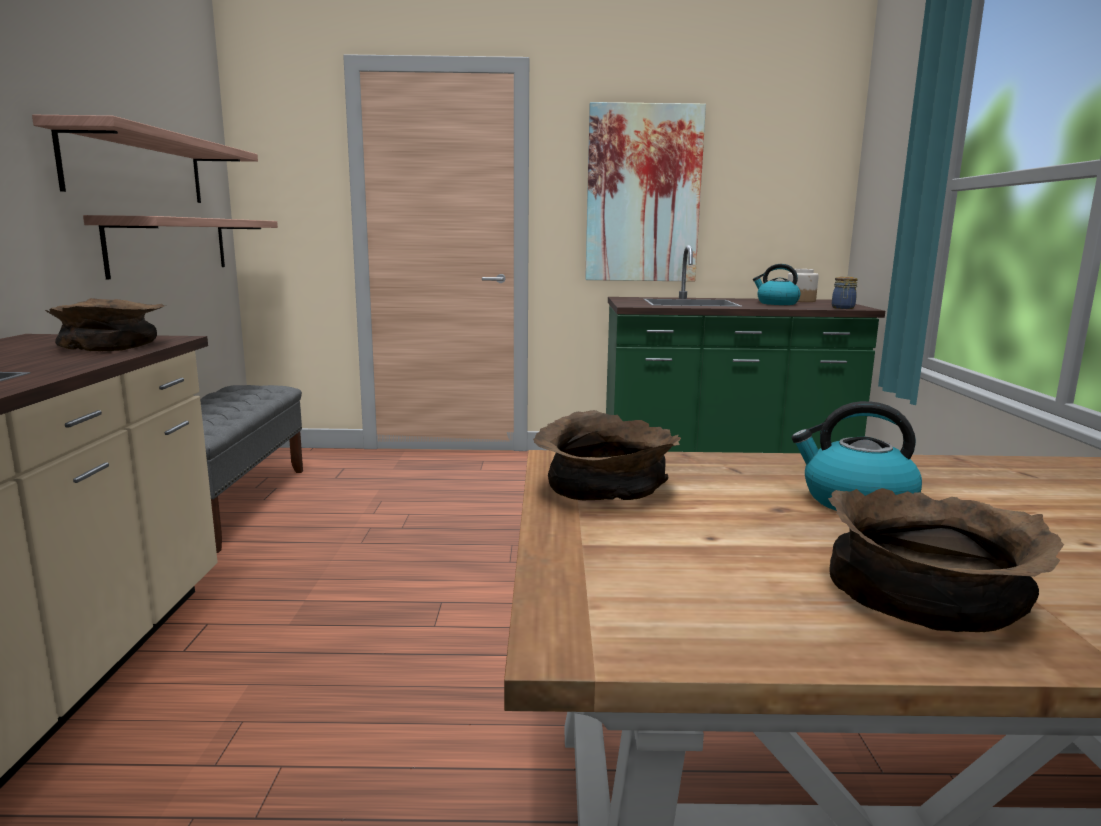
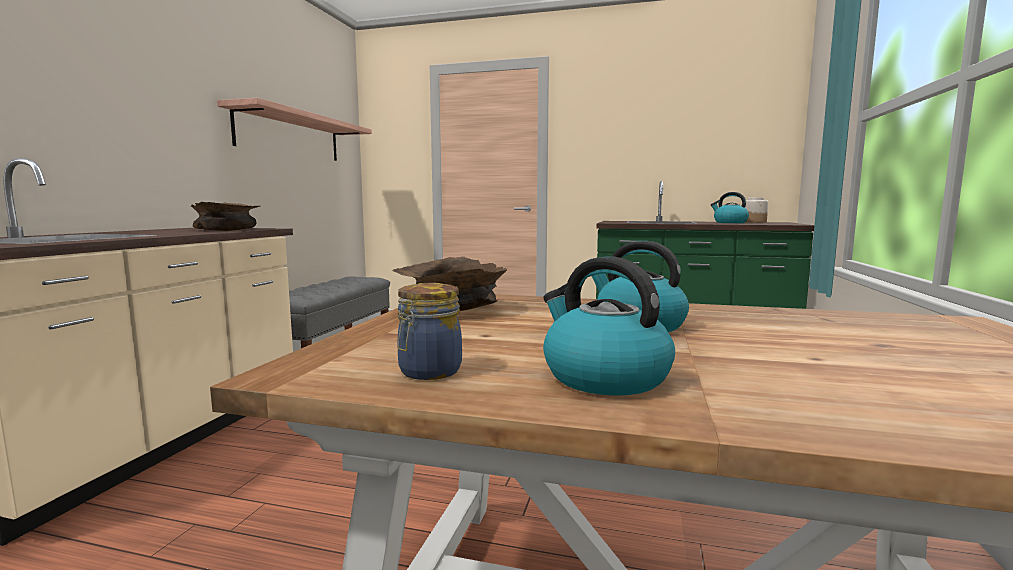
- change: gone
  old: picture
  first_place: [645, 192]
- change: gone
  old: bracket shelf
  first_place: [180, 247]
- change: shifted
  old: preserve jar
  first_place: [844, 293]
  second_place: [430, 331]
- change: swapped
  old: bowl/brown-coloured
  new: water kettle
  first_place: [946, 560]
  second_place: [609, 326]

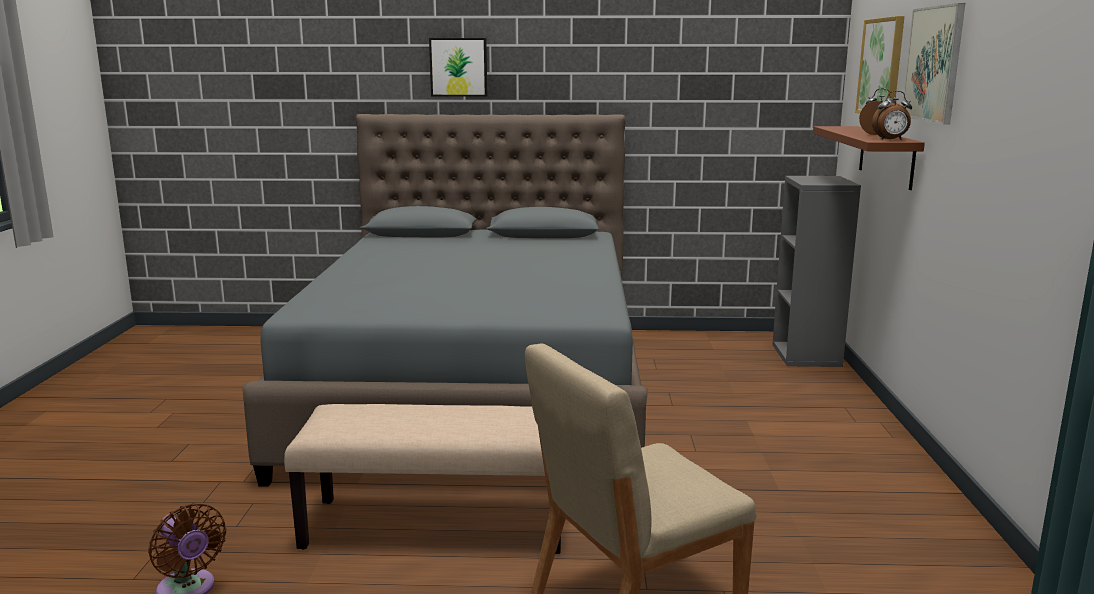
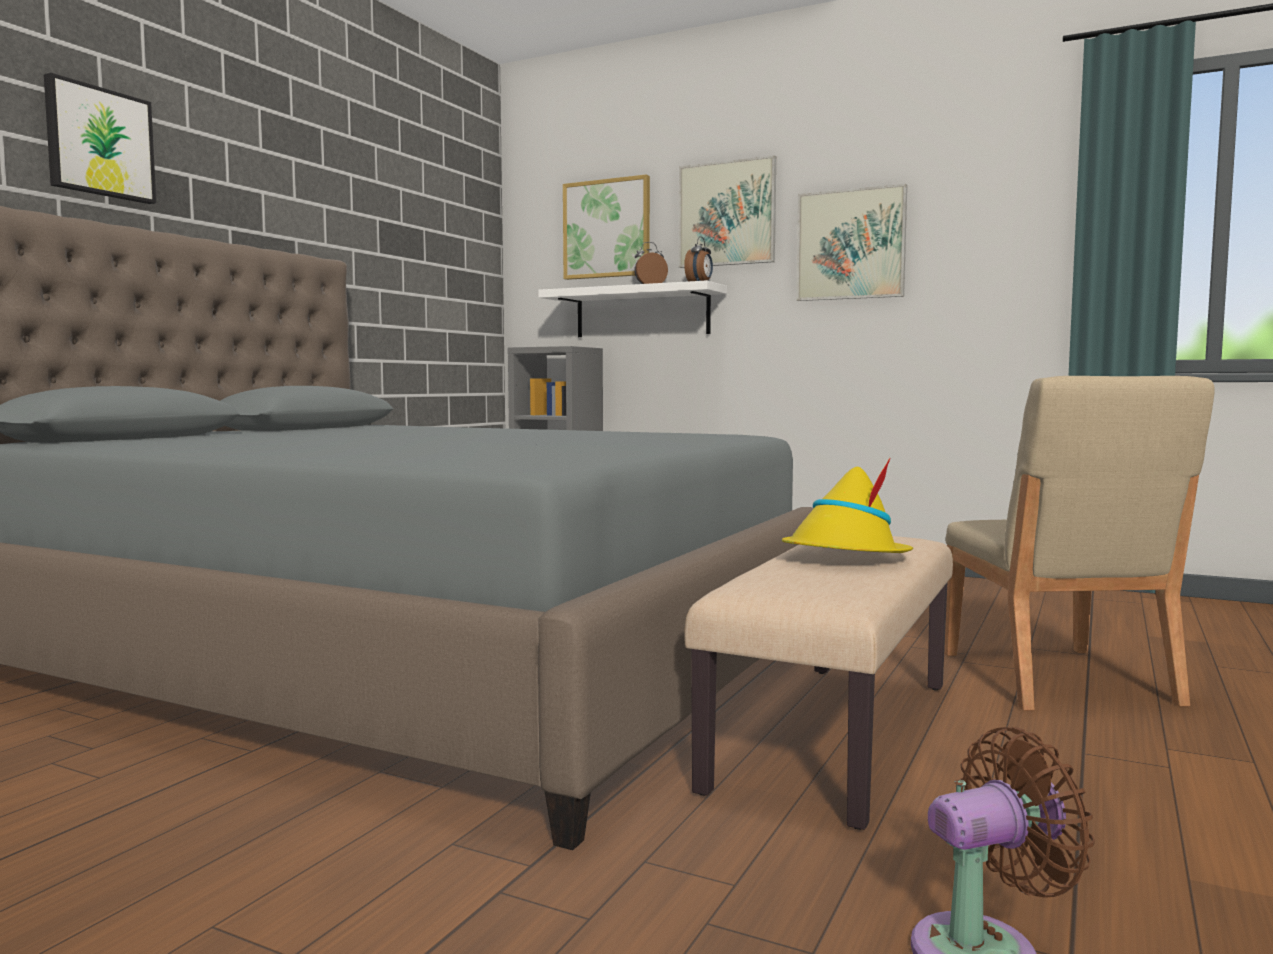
- change: repainted
  old: bracket shelf/brown-coloured
  new: bracket shelf/white-coloured
  first_place: [869, 158]
  second_place: [632, 308]
- change: new
  new: picture
  second_place: [851, 242]
- change: new
  new: hat/yellow-coloured
  second_place: [847, 505]

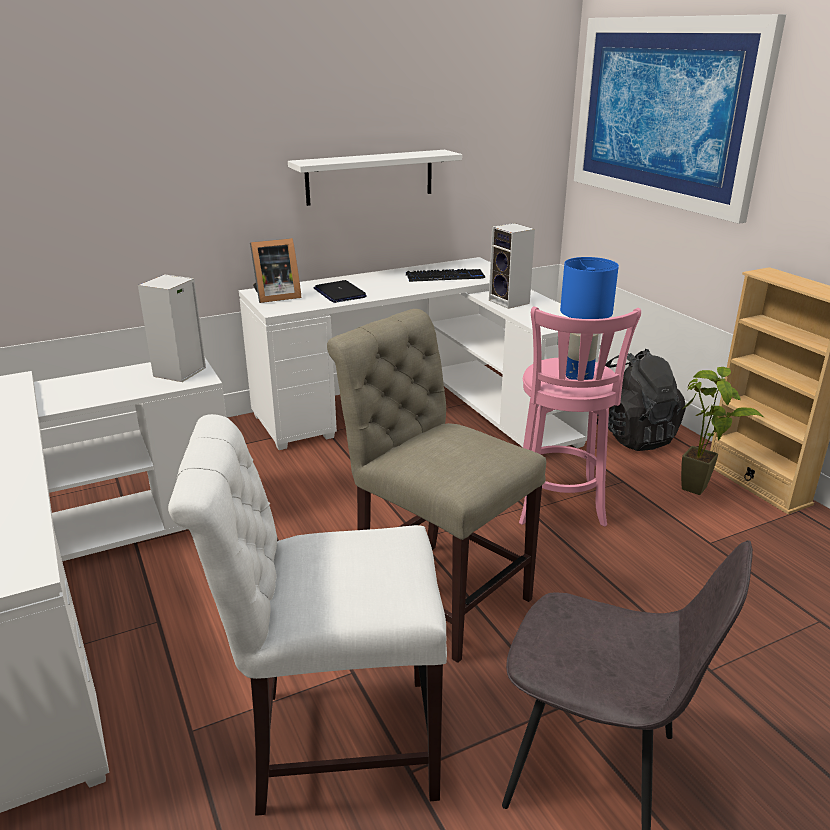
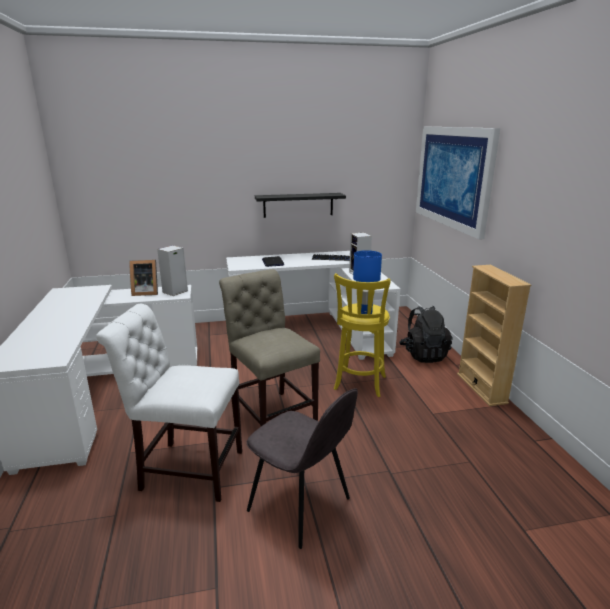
- change: repainted
  old: bracket shelf/white-coloured
  new: bracket shelf/black-coloured
  first_place: [375, 178]
  second_place: [300, 205]
- change: shifted
  old: photo frame
  first_place: [275, 270]
  second_place: [143, 278]
- change: repainted
  old: sitting stool/pinkish
  new: sitting stool/yellow-coloured
  first_place: [580, 416]
  second_place: [362, 335]
- change: gone
  old: plant in a pot
  first_place: [722, 431]

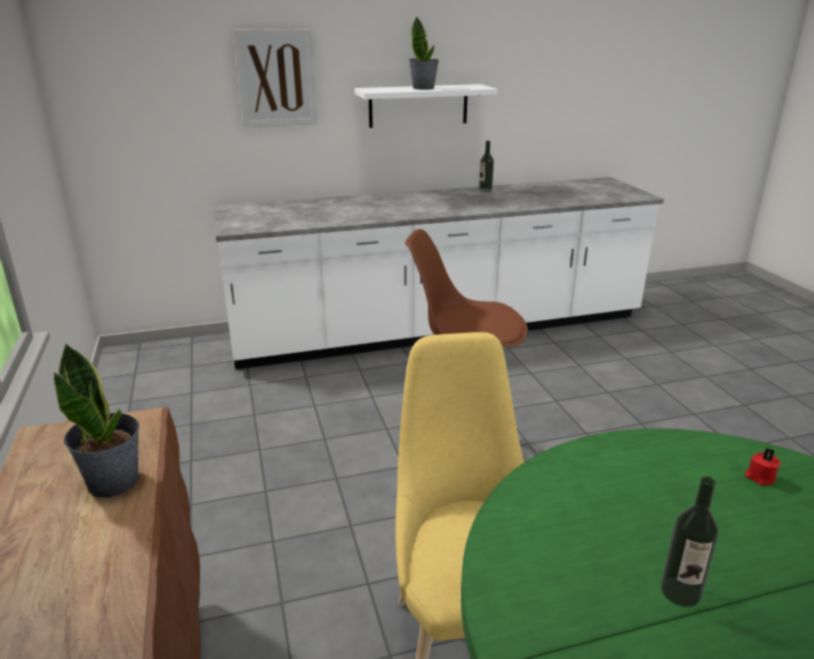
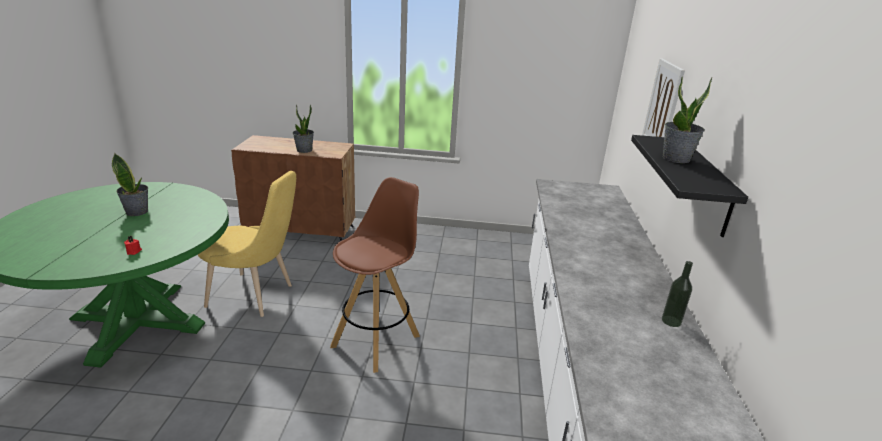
- change: repainted
  old: bracket shelf/white-coloured
  new: bracket shelf/black-coloured
  first_place: [426, 106]
  second_place: [689, 186]
- change: swapped
  old: drink bottle
  new: plant in a pot
  first_place: [689, 541]
  second_place: [130, 184]

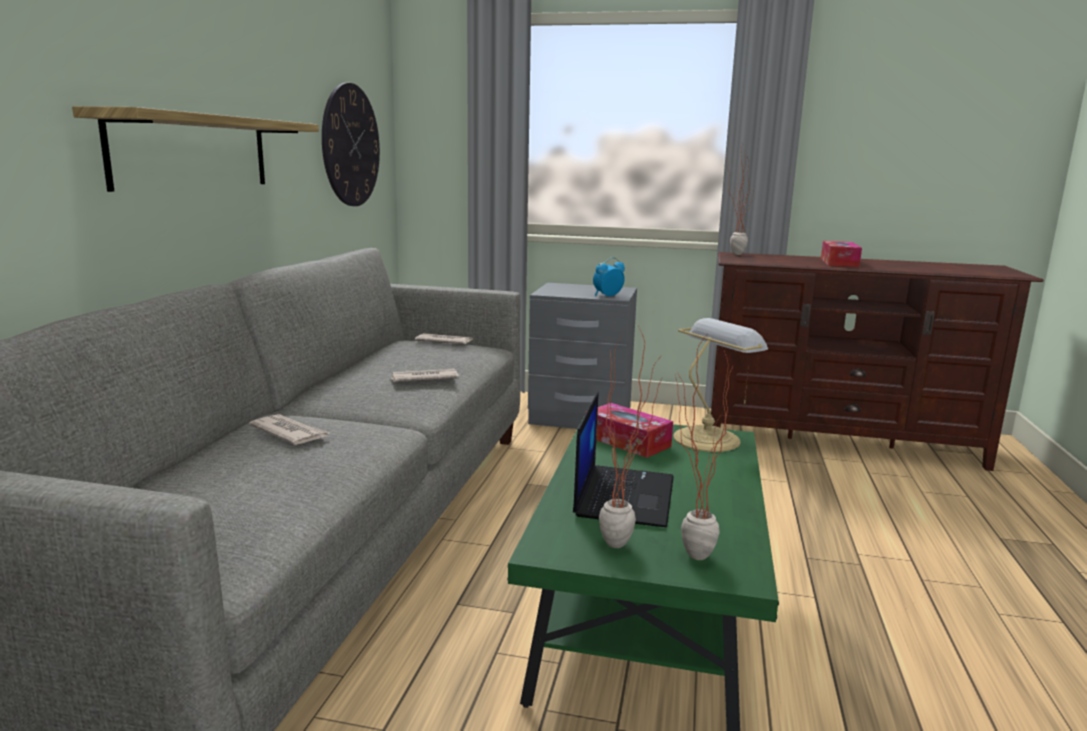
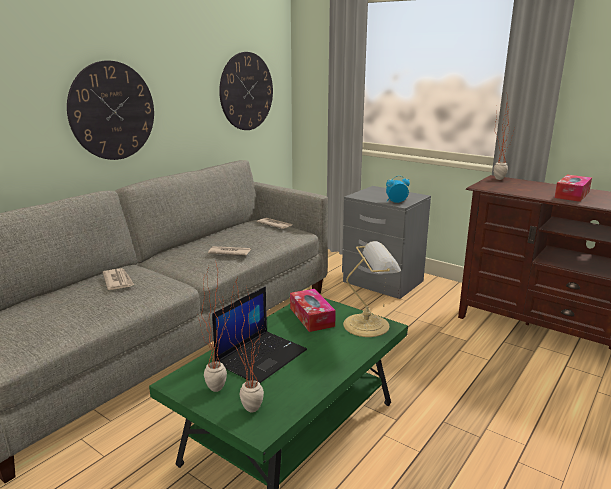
- change: swapped
  old: bracket shelf
  new: clock on the wall
  first_place: [195, 149]
  second_place: [110, 110]

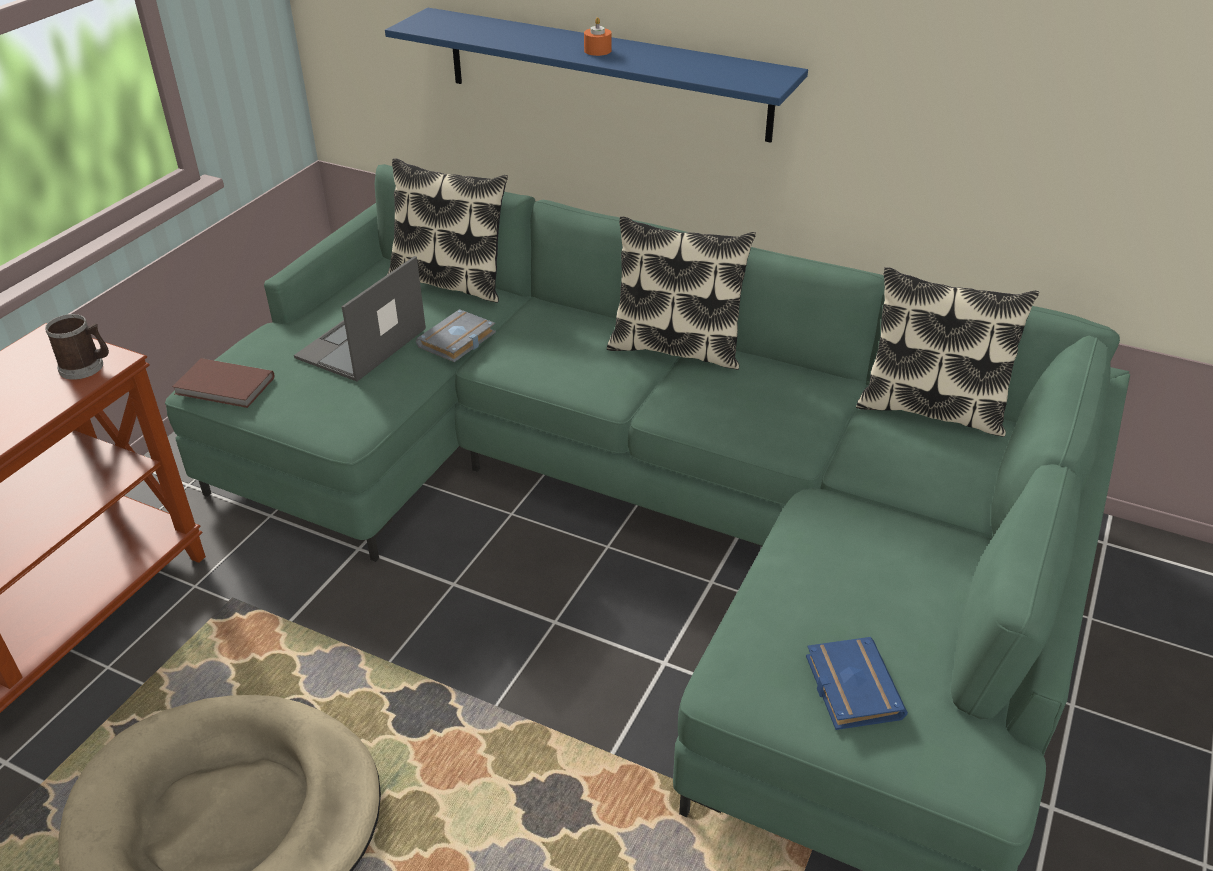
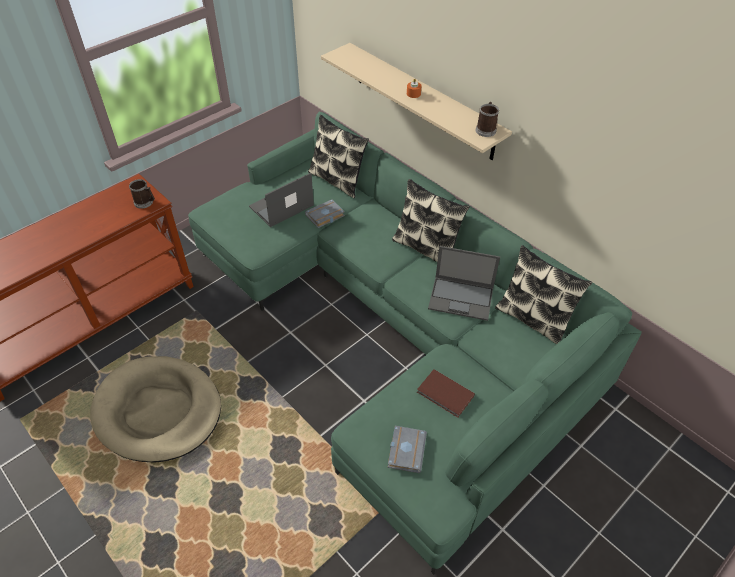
- change: repainted
  old: bracket shelf/bluish
  new: bracket shelf/beige
  first_place: [596, 75]
  second_place: [416, 101]
- change: shifted
  old: bound book/brown-coloured
  first_place: [223, 383]
  second_place: [446, 393]
- change: repainted
  old: bound book/bluish
  new: bound book/gray
  first_place: [857, 683]
  second_place: [407, 449]
- change: new
  new: mug
  second_place: [487, 119]
- change: new
  new: laptop
  second_place: [464, 283]

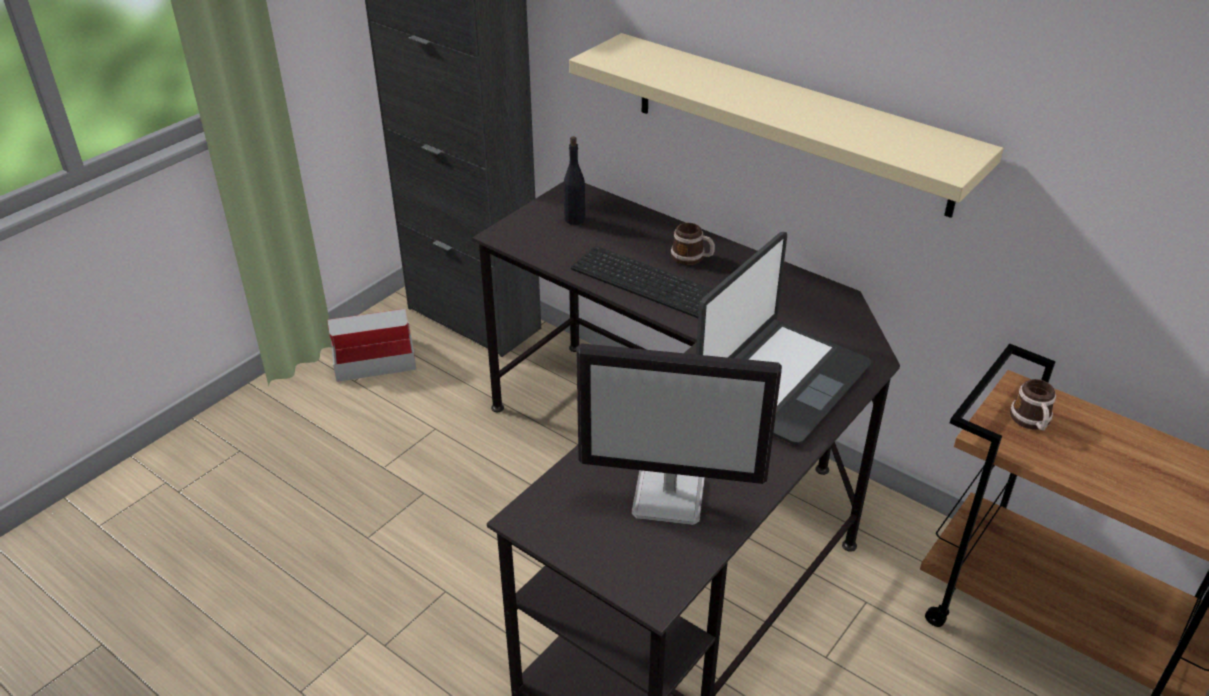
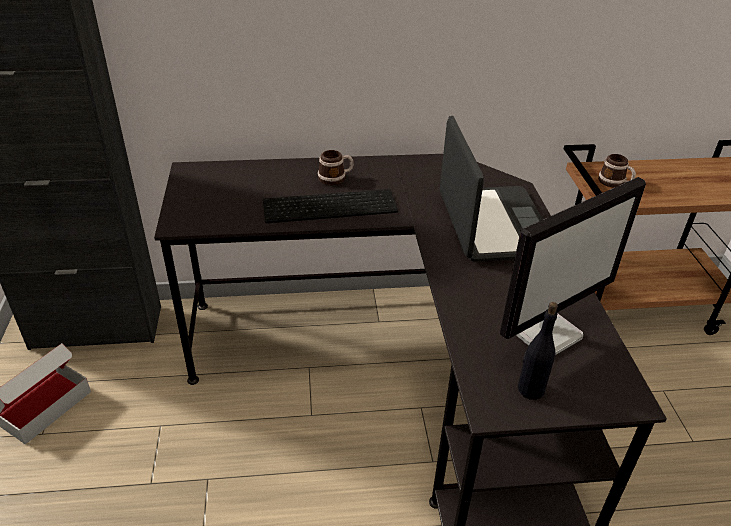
- change: gone
  old: bracket shelf/beige
  first_place: [786, 125]
- change: shifted
  old: drink bottle/black-coloured
  first_place: [574, 180]
  second_place: [538, 351]

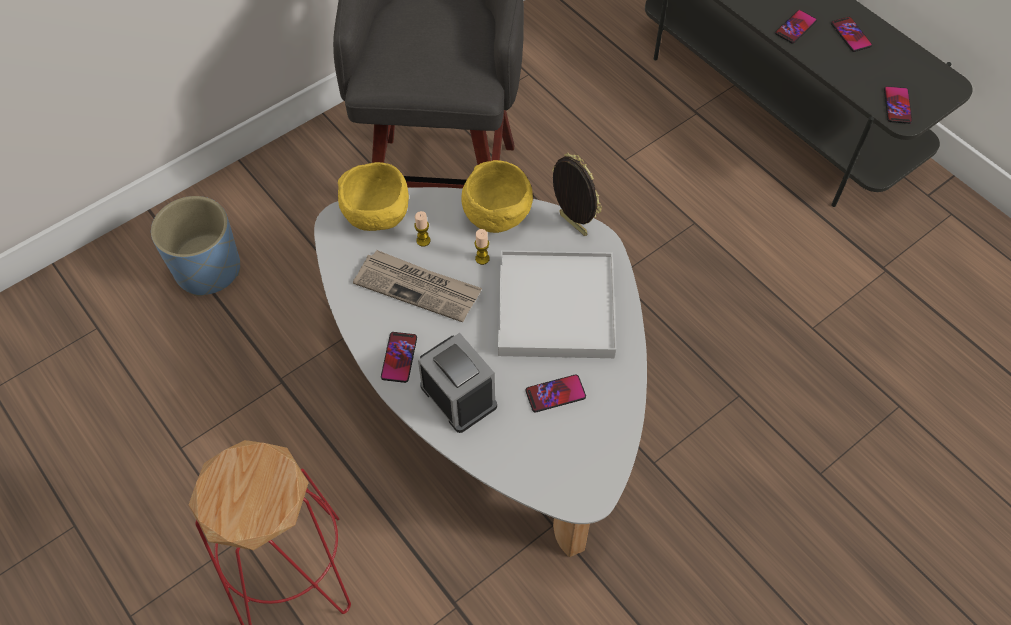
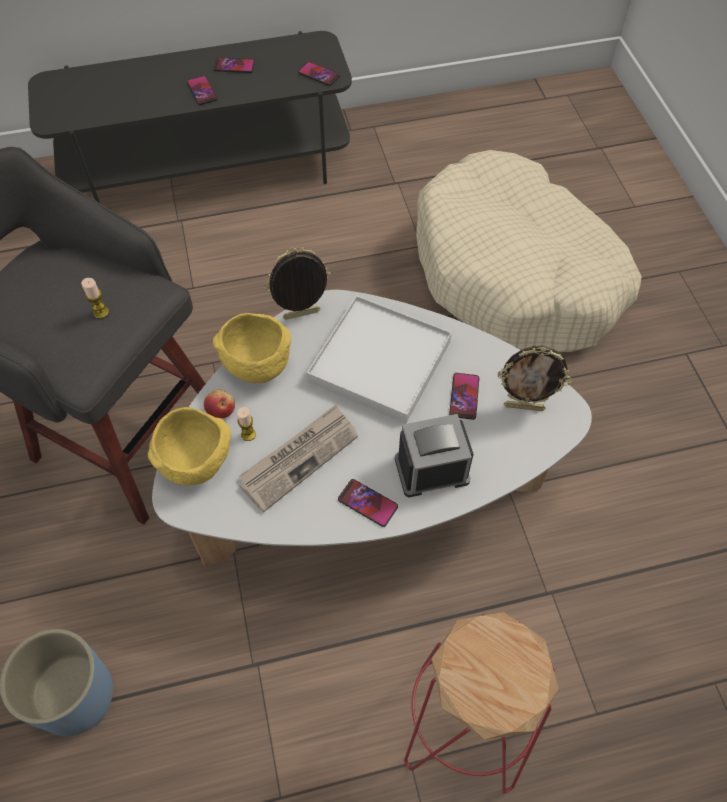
- change: shifted
  old: candle
  first_place: [482, 247]
  second_place: [95, 298]
- change: new
  new: dog cushion/beige
  second_place: [529, 251]
- change: new
  new: photo frame
  second_place: [534, 378]
- change: new
  new: apple
  second_place: [219, 404]

